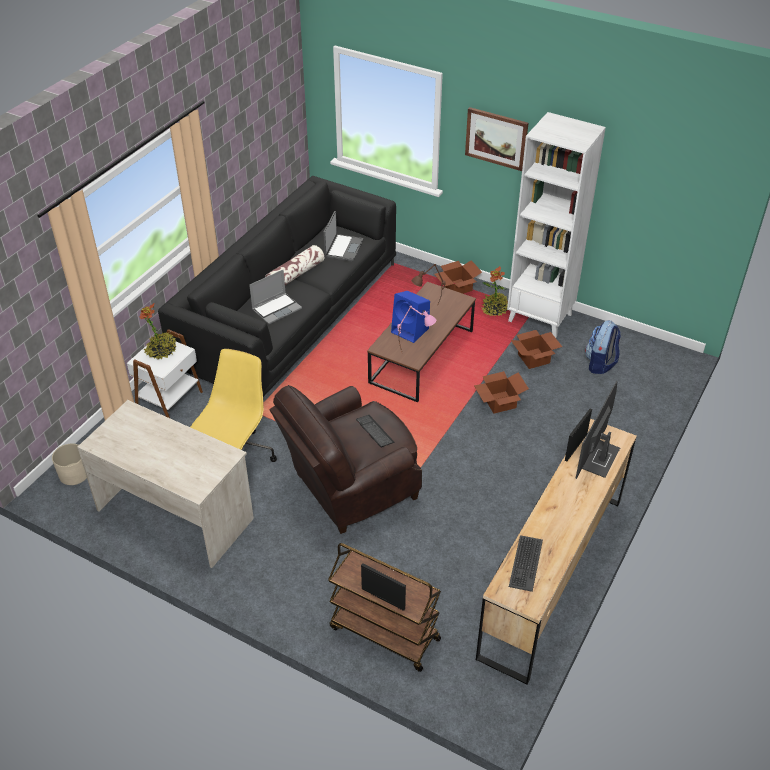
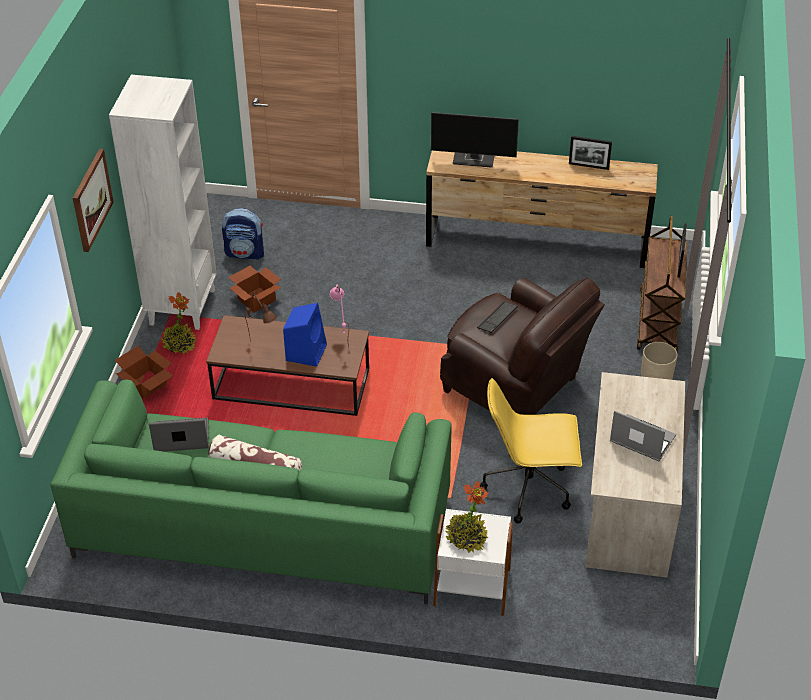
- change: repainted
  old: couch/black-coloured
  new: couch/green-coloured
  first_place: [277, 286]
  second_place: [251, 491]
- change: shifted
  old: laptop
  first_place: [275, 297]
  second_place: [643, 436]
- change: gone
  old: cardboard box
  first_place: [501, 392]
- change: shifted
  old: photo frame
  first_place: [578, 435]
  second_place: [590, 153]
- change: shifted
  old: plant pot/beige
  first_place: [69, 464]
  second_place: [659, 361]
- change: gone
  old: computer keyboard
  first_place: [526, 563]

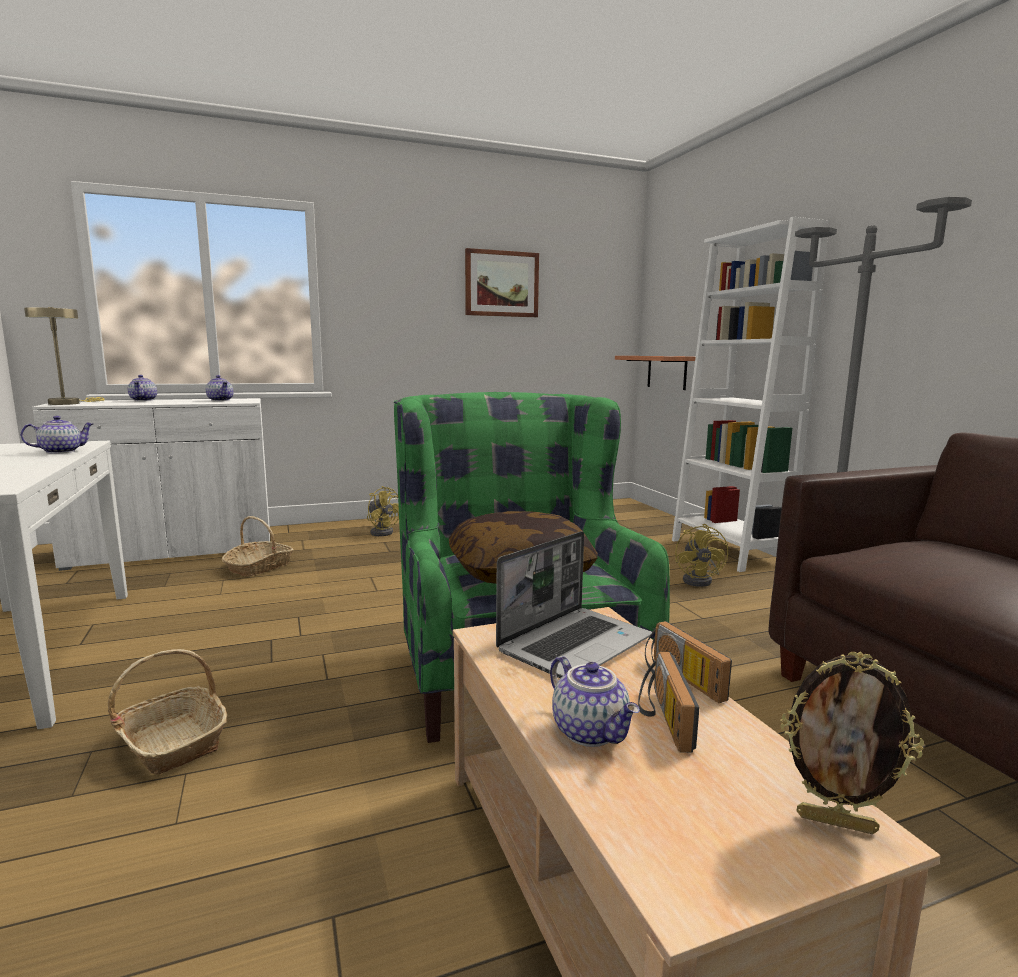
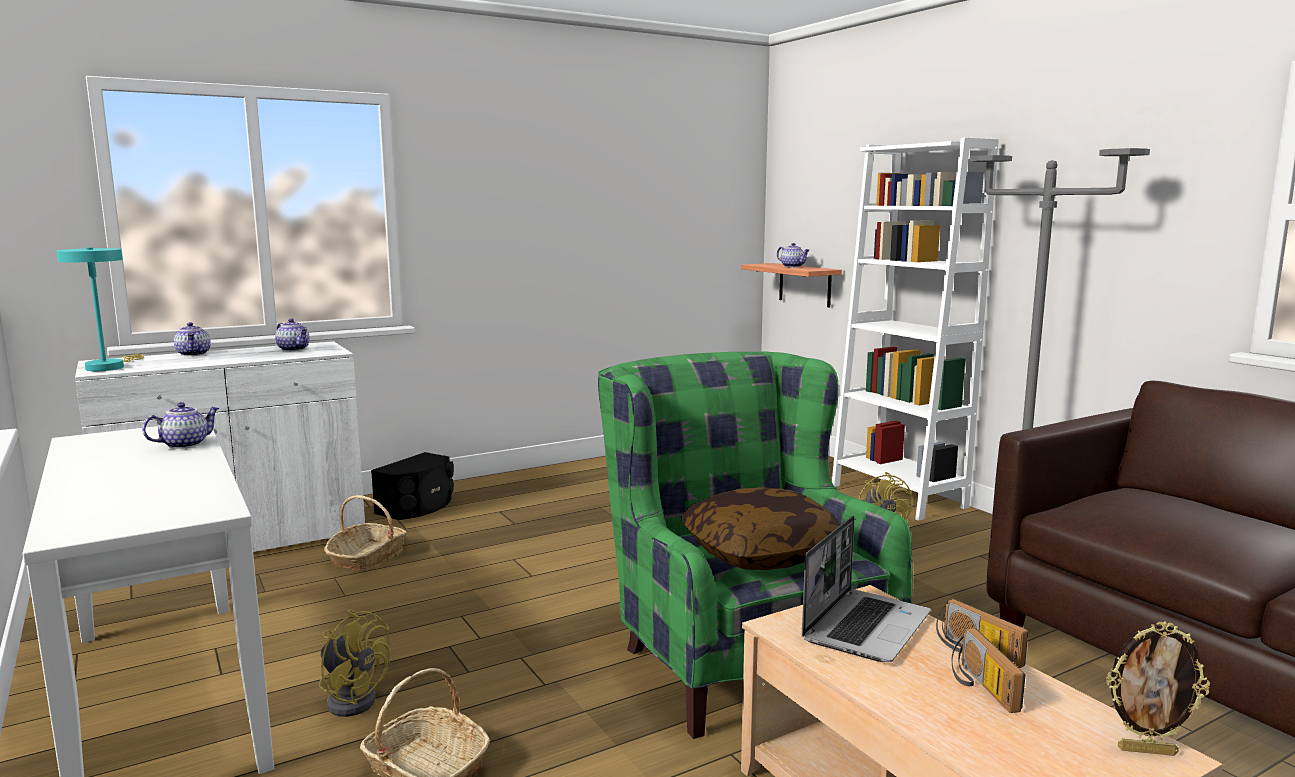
- change: gone
  old: picture
  first_place: [502, 282]
- change: repainted
  old: lamp for a table/beige
  new: lamp for a table/blue-green
  first_place: [64, 356]
  second_place: [100, 309]
- change: shifted
  old: fan/yellow-coloured
  first_place: [383, 511]
  second_place: [355, 663]
- change: shifted
  old: pot for tea
  first_place: [595, 701]
  second_place: [793, 255]
- change: new
  new: loudspeaker/black-coloured
  second_place: [412, 486]

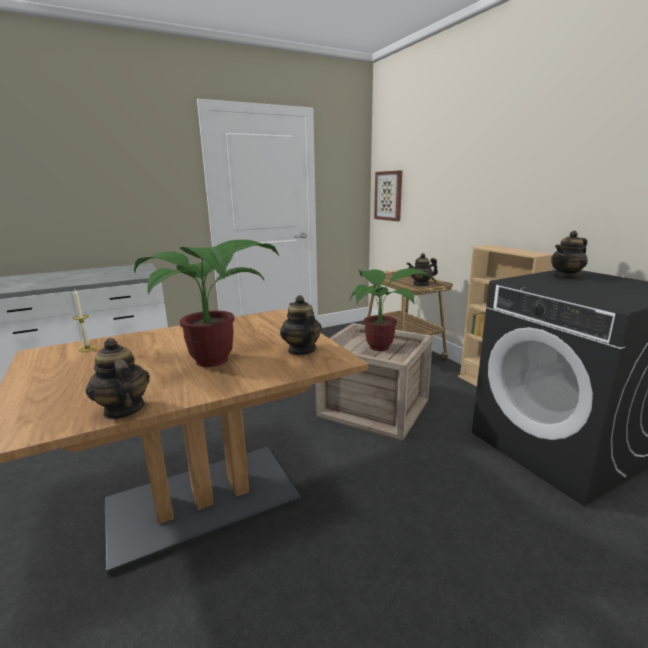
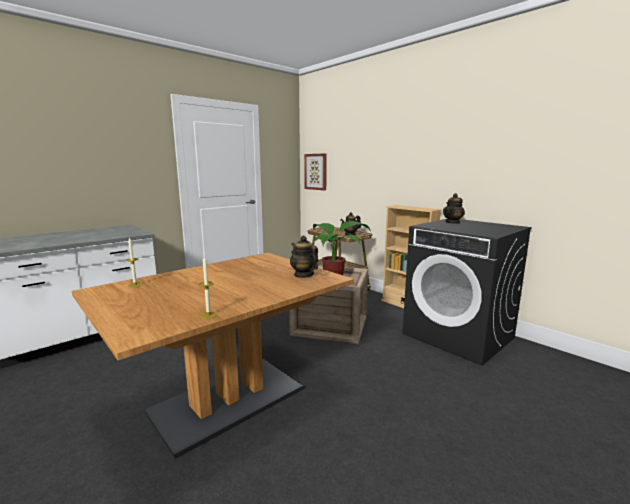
- change: gone
  old: plant in a pot
  first_place: [206, 303]
- change: swapped
  old: pot for tea
  new: candle
  first_place: [118, 379]
  second_place: [208, 288]

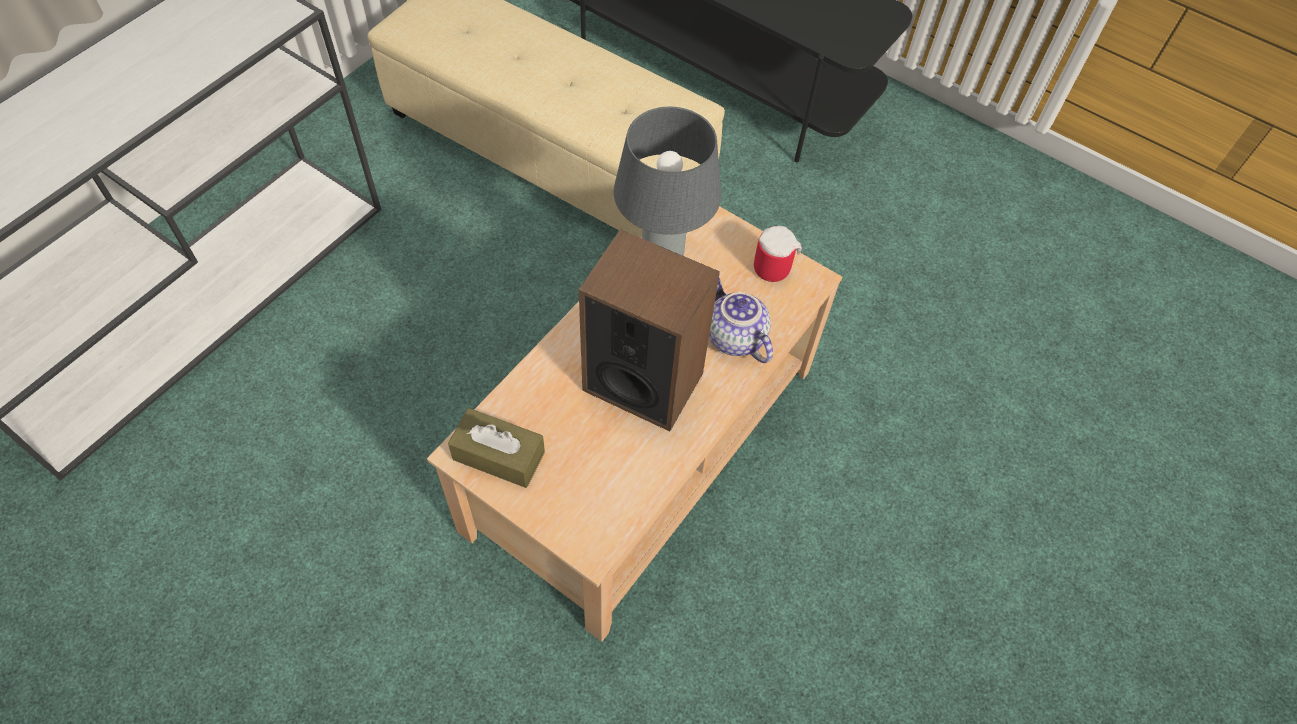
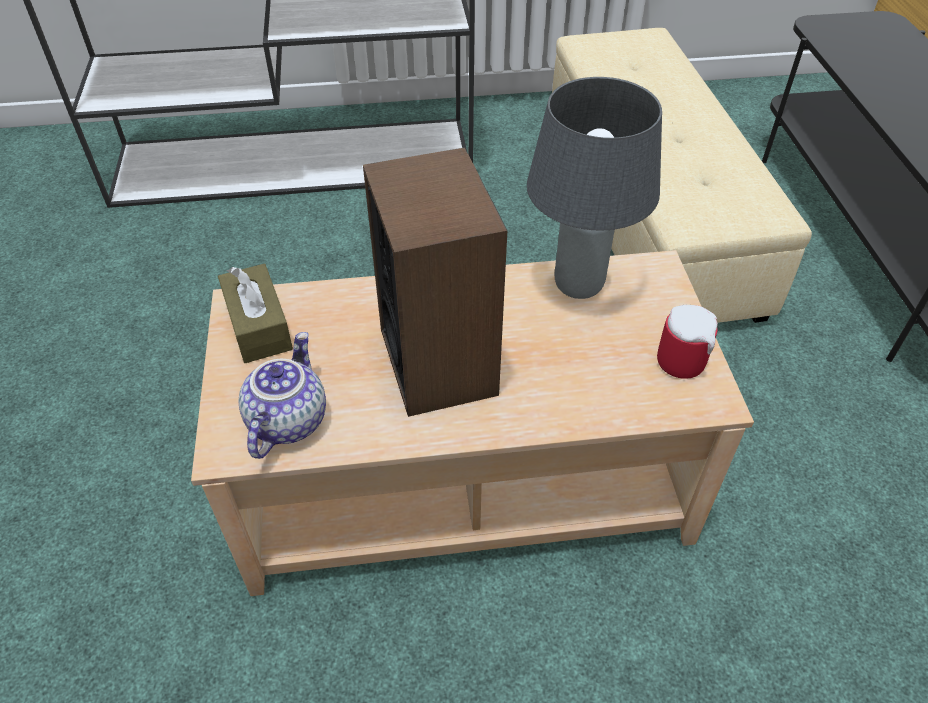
- change: shifted
  old: pot for tea
  first_place: [741, 320]
  second_place: [282, 395]

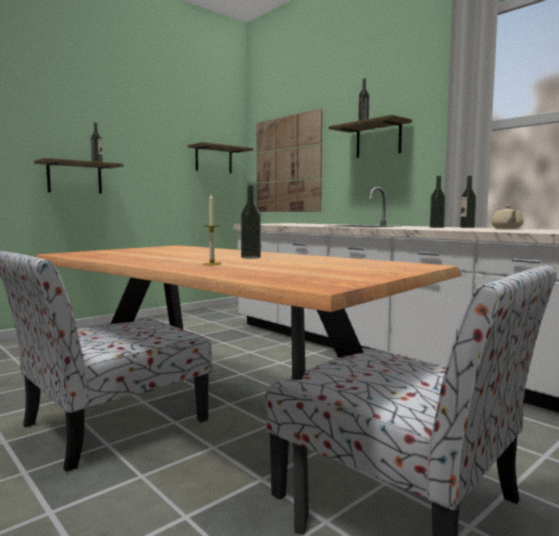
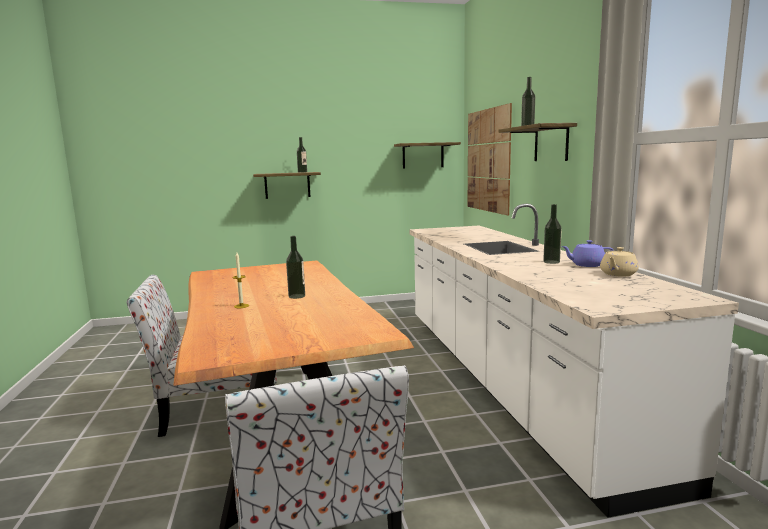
- change: swapped
  old: drink bottle
  new: pot for tea/purple
  first_place: [468, 202]
  second_place: [587, 253]

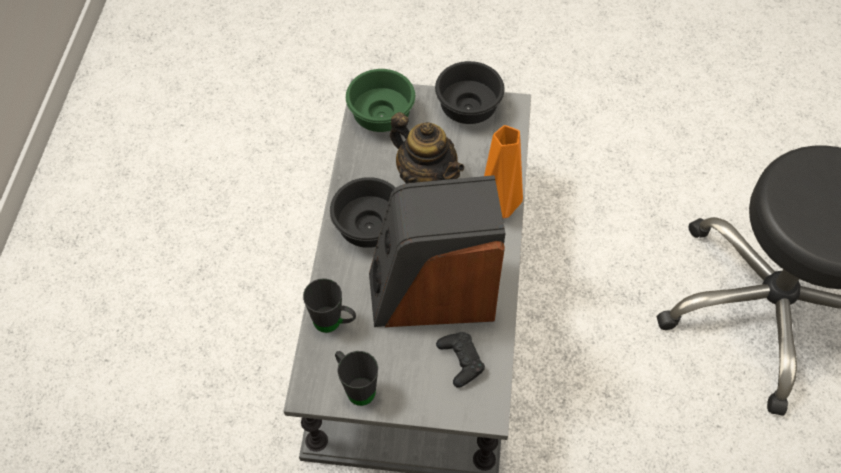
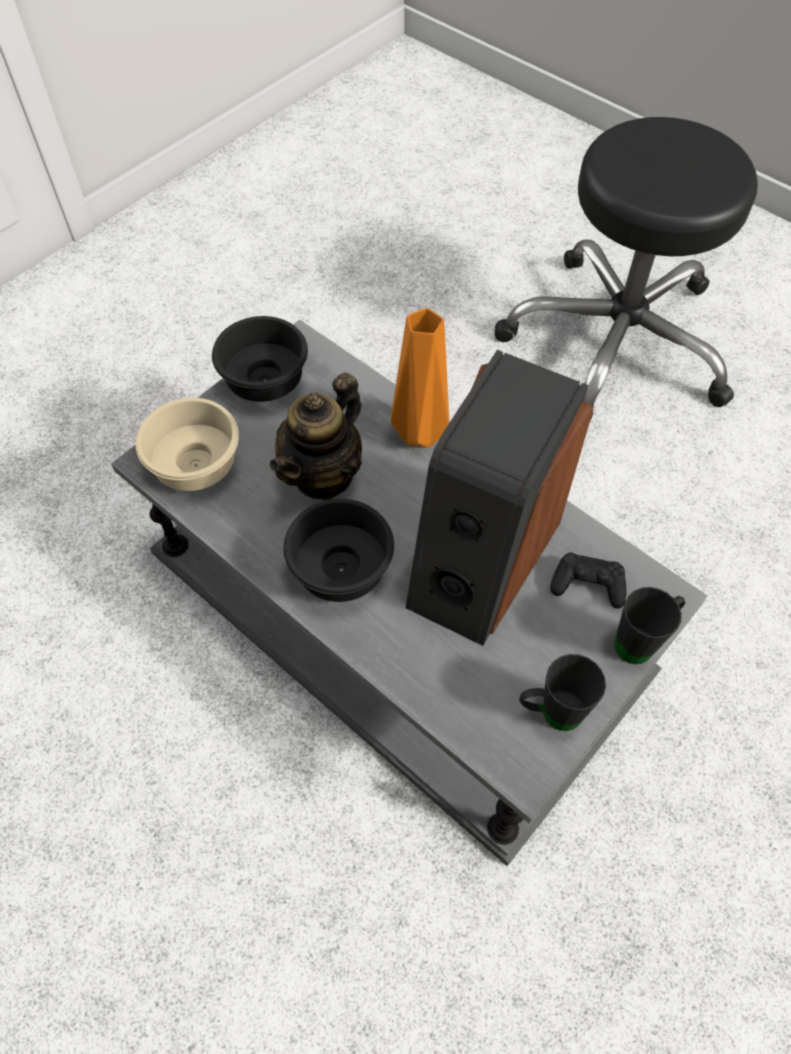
- change: repainted
  old: bowl/green-coloured
  new: bowl/beige
  first_place: [380, 100]
  second_place: [187, 444]
- change: rotated
  old: pot for tea
  first_place: [427, 148]
  second_place: [315, 436]
  degrees: 135
- change: shifted
  old: mug/black-coloured
  first_place: [329, 305]
  second_place: [649, 625]

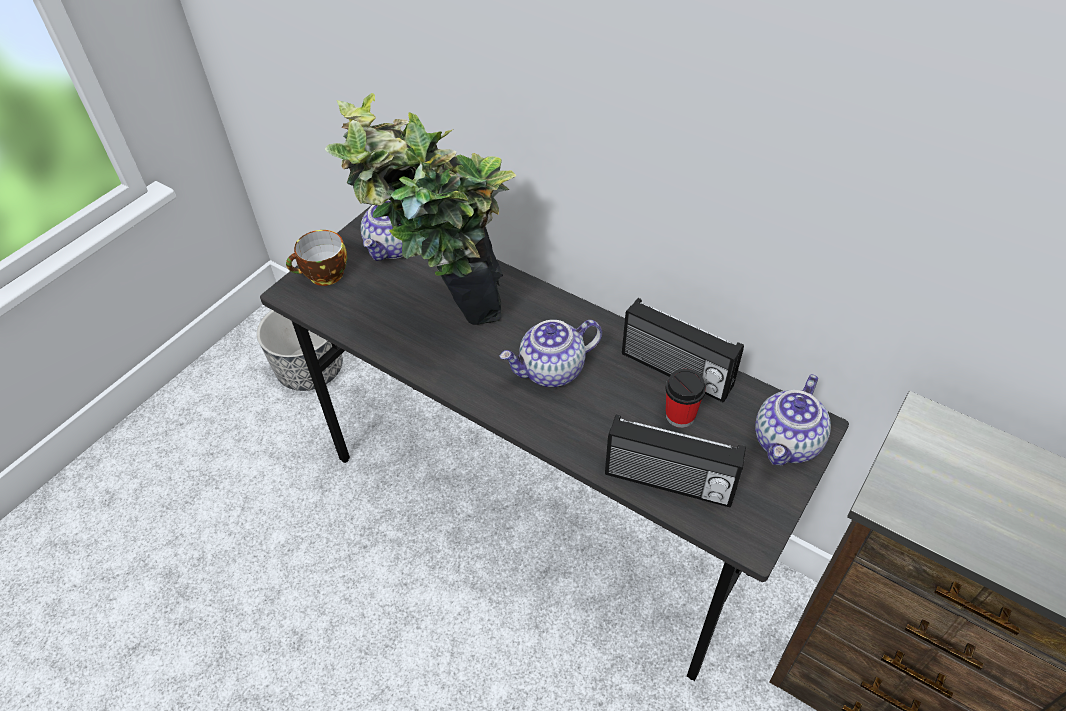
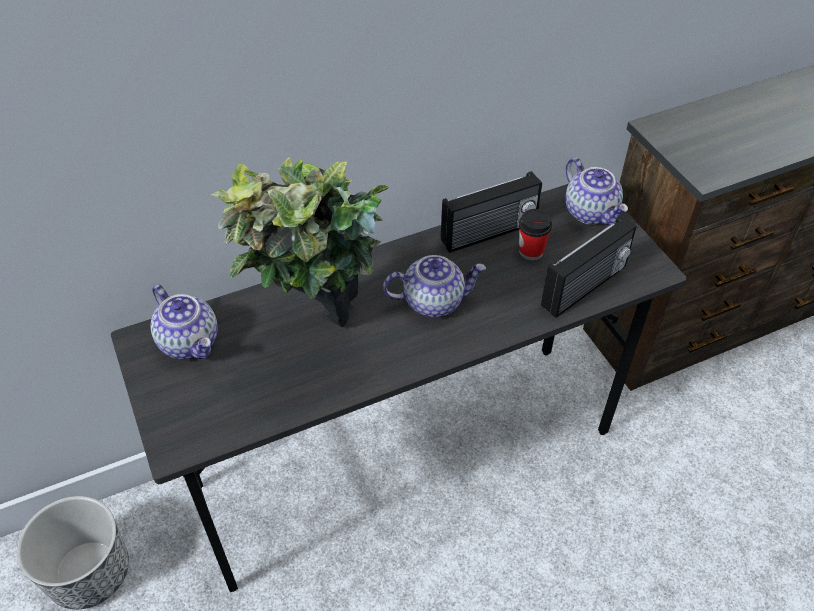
- change: gone
  old: cup
  first_place: [316, 258]
- change: rotated
  old: pot for tea
  first_place: [551, 353]
  second_place: [434, 286]
  degrees: -105

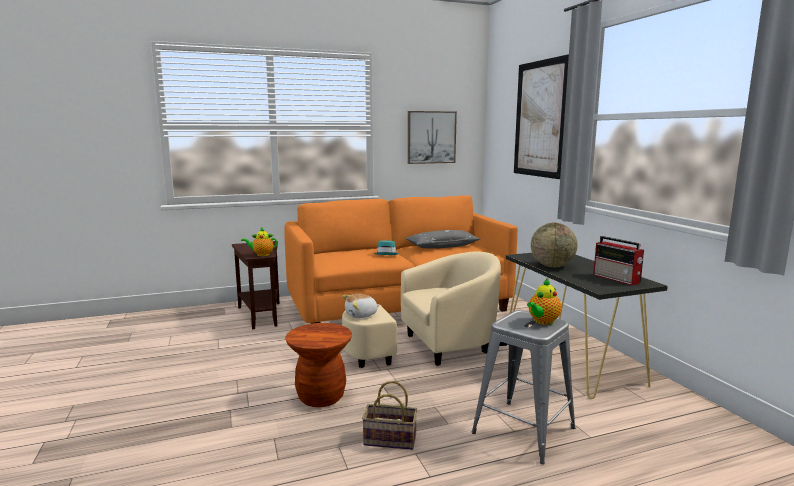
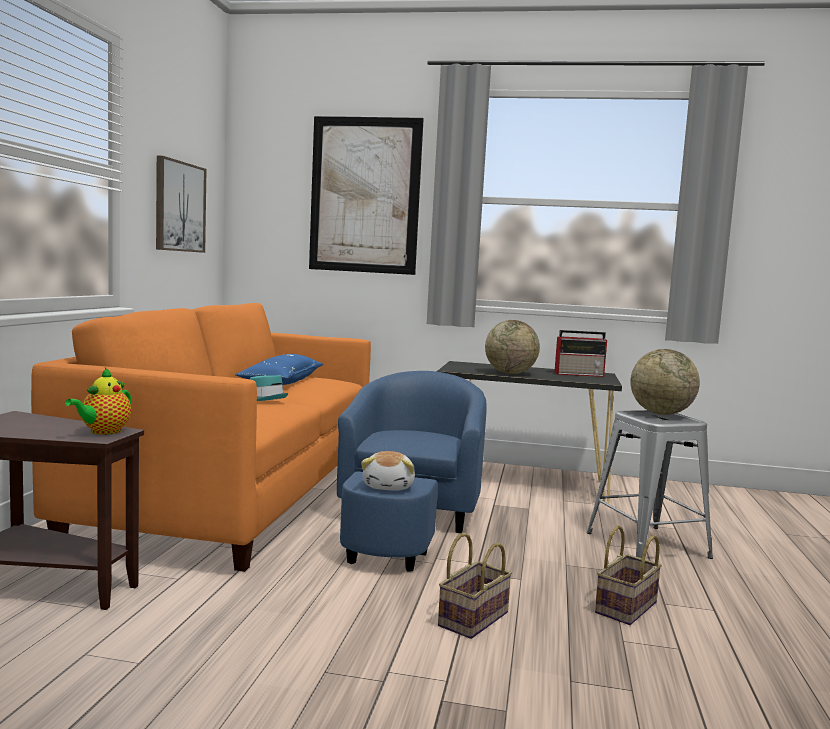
- change: repainted
  old: cushion/gray
  new: cushion/bluish
  first_place: [443, 239]
  second_place: [279, 369]
- change: repainted
  old: lounge chair/beige
  new: lounge chair/bluish
  first_place: [421, 309]
  second_place: [411, 471]
- change: swapped
  old: pot for tea
  new: globe
  first_place: [544, 302]
  second_place: [665, 382]
- change: swapped
  old: sitting stool/brown-coloured
  new: storage basket
  first_place: [318, 365]
  second_place: [475, 586]

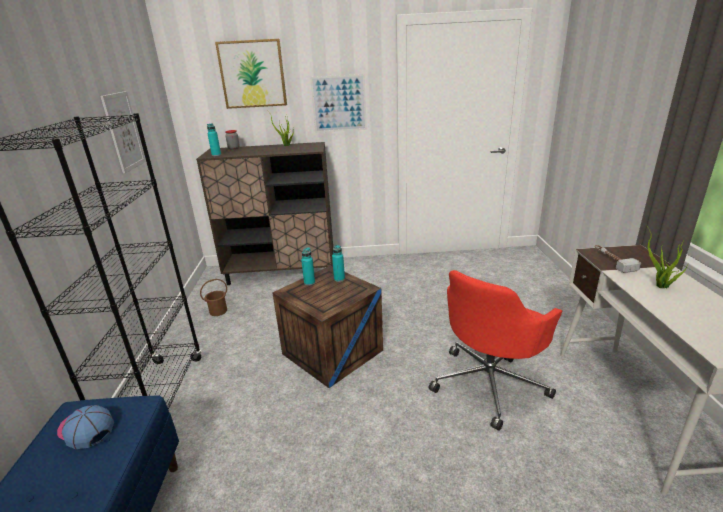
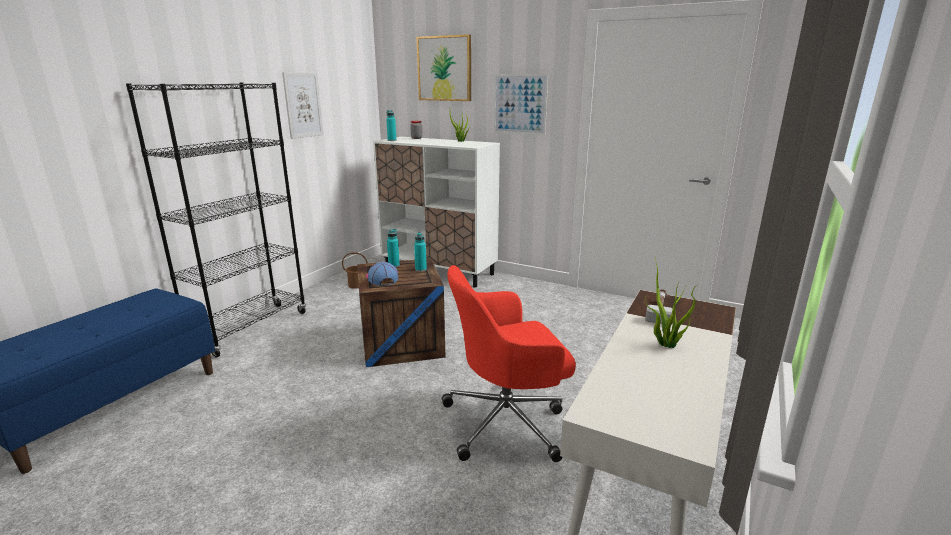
- change: repainted
  old: cupboard/brown-coloured
  new: cupboard/white-coloured
  first_place: [264, 213]
  second_place: [436, 212]
- change: shifted
  old: baseball cap
  first_place: [85, 427]
  second_place: [382, 274]

